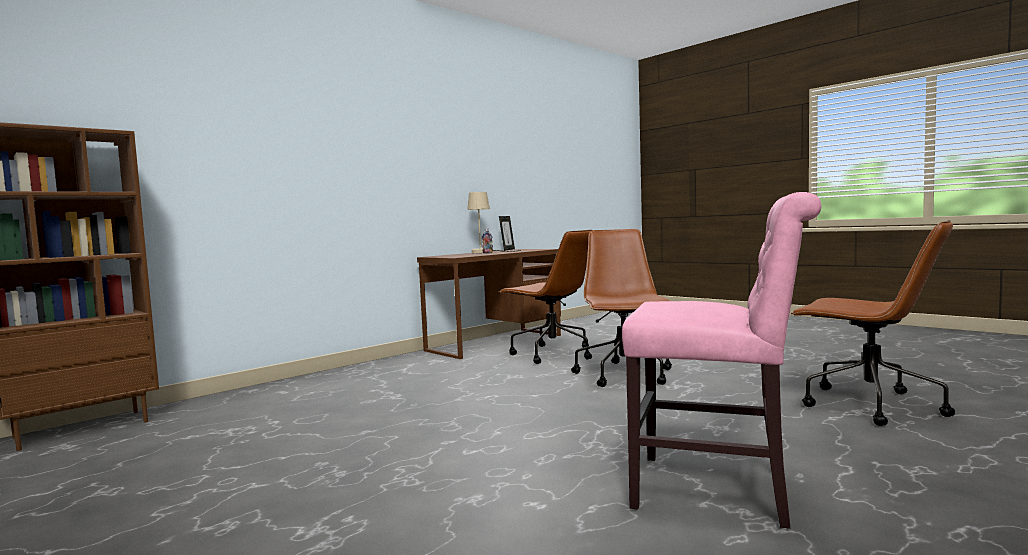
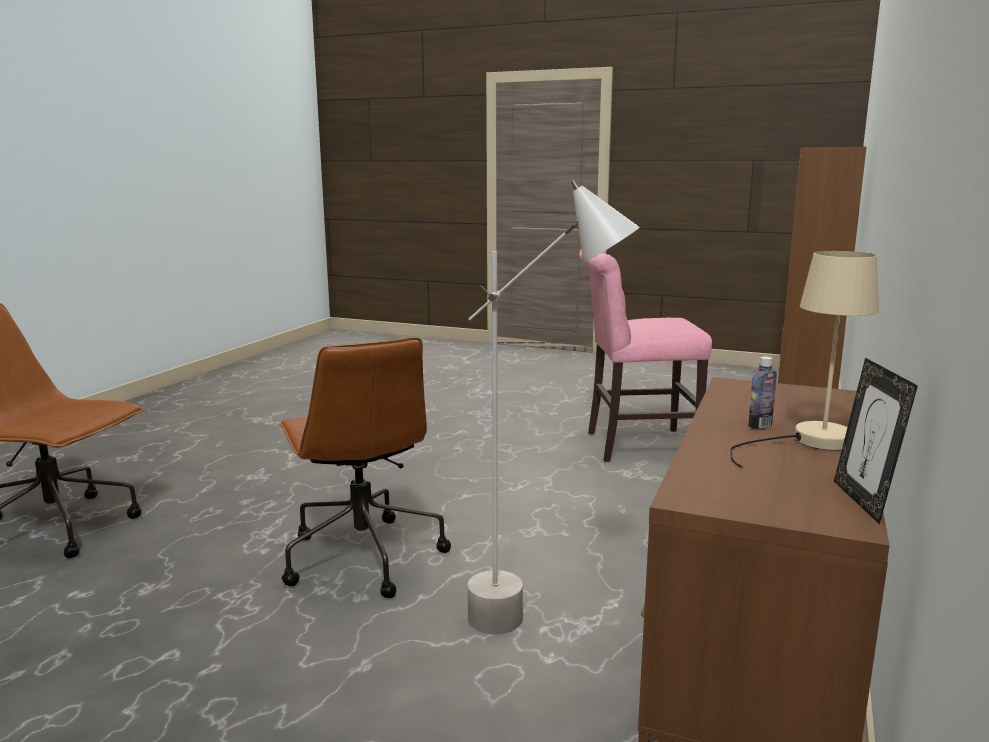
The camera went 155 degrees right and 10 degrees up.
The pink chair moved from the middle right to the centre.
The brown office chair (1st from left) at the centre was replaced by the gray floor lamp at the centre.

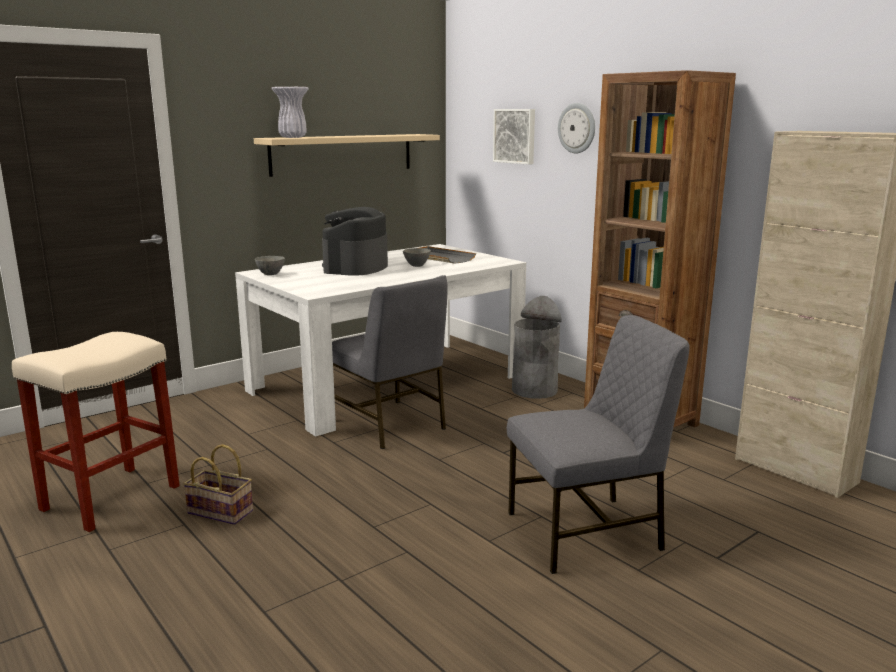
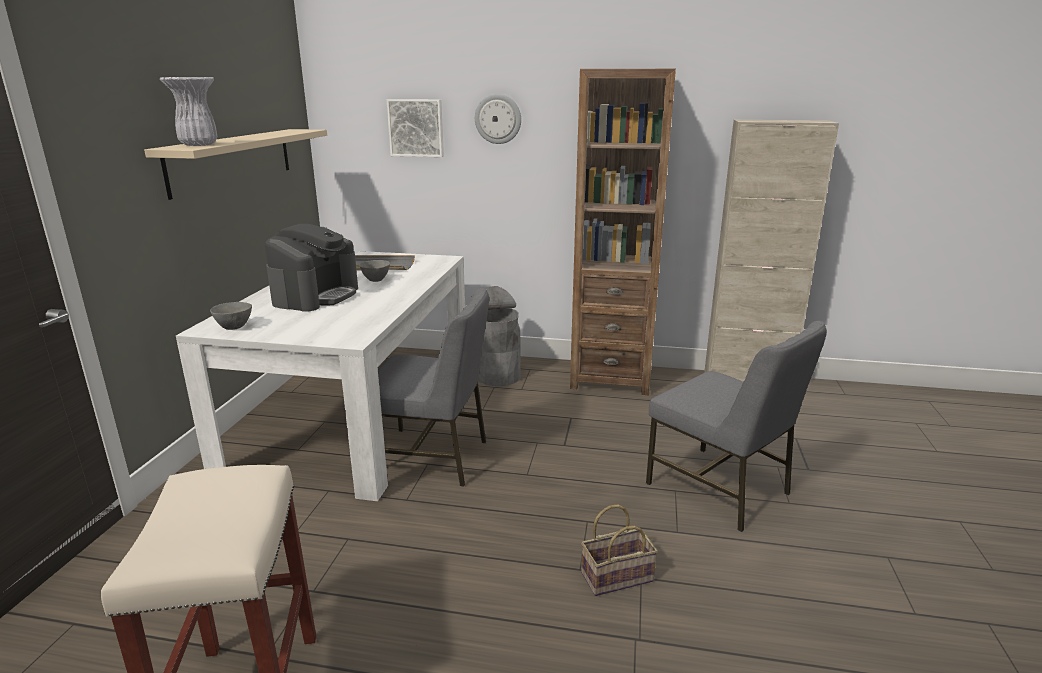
The camera went 40 degrees left and 5 degrees up.
The storage basket moved from the bottom left to the bottom centre.
The coffee machine at the centre turned 135 degrees counterclockwise.
The gray chair (2nd from left) at the middle right turned 105 degrees clockwise.

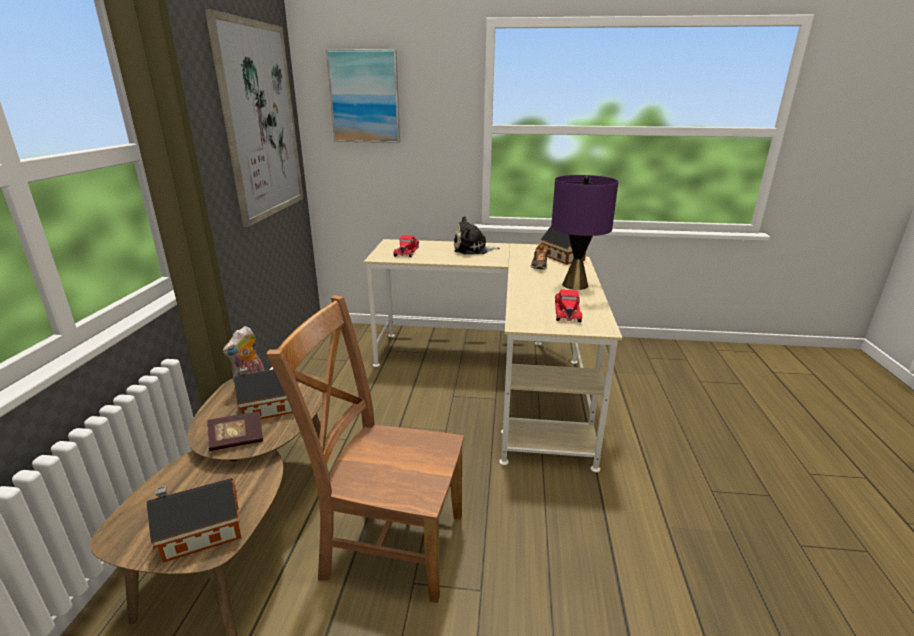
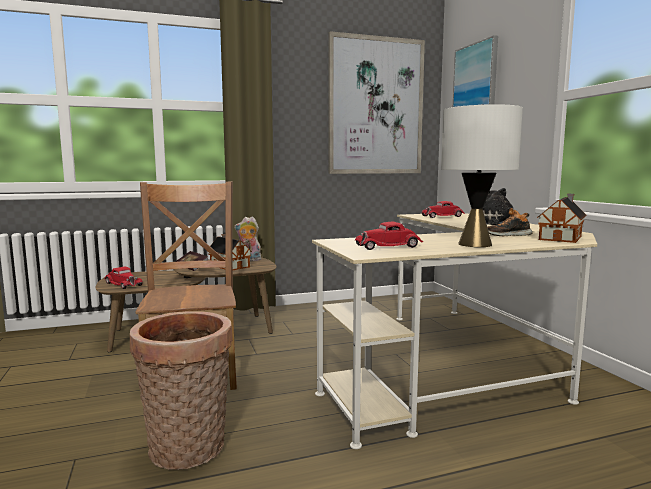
The camera went 65 degrees right and 15 degrees down.
The storage basket at the bottom left appeared.
The model house (1st from left) at the bottom left was replaced by the red-coloured toy car (1st from left) at the middle left.
The purple lamp for a table at the centre became the white lamp for a table at the middle right.

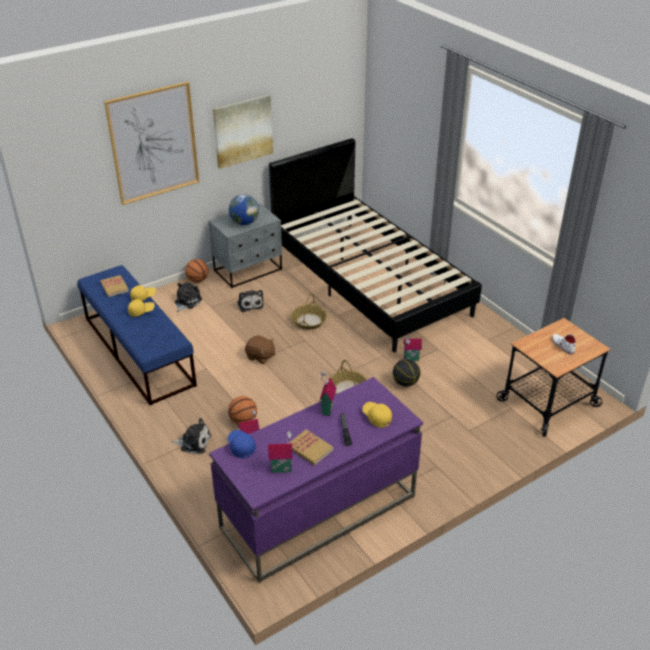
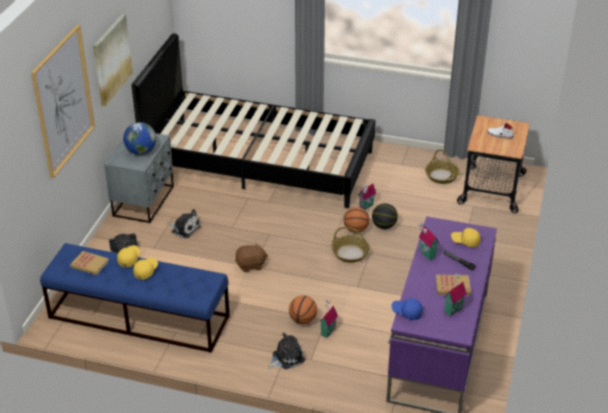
The camera went 40 degrees left and 0 degrees up.
The ball for basketball (1st from left in the first image) moved from the middle left to the centre.
The storage basket (1st from left in the first image) moved from the centre to the middle right.

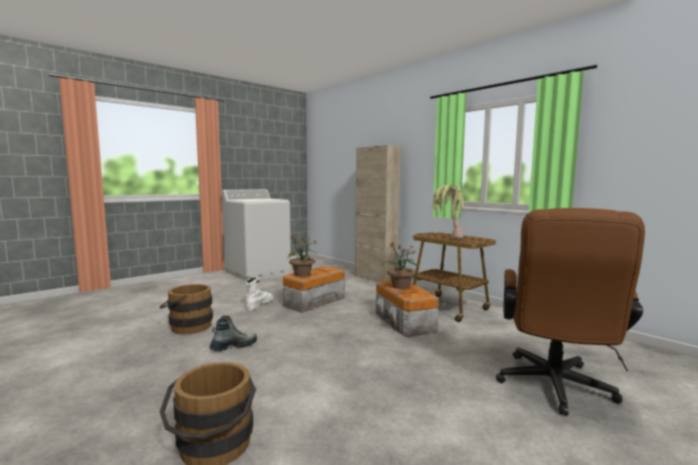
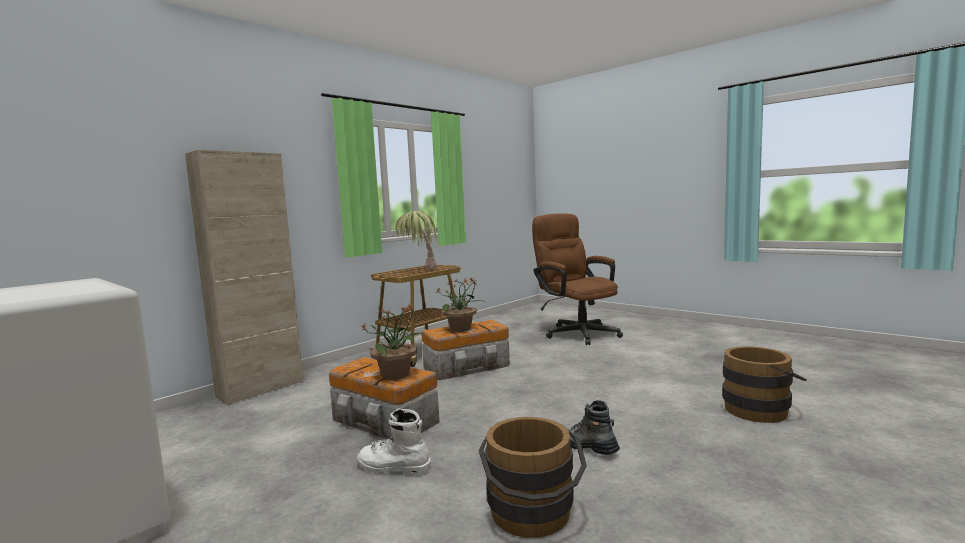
The camera went 95 degrees left and 0 degrees up.
The brown office chair at the bottom right turned 135 degrees counterclockwise.

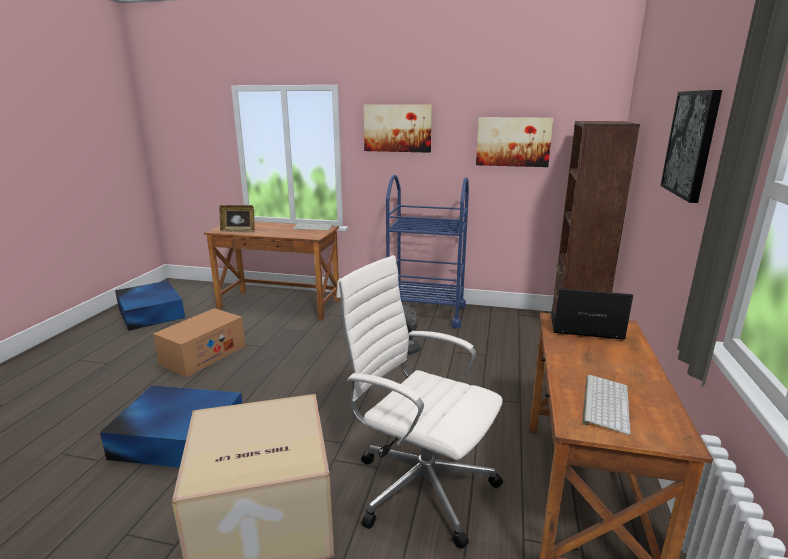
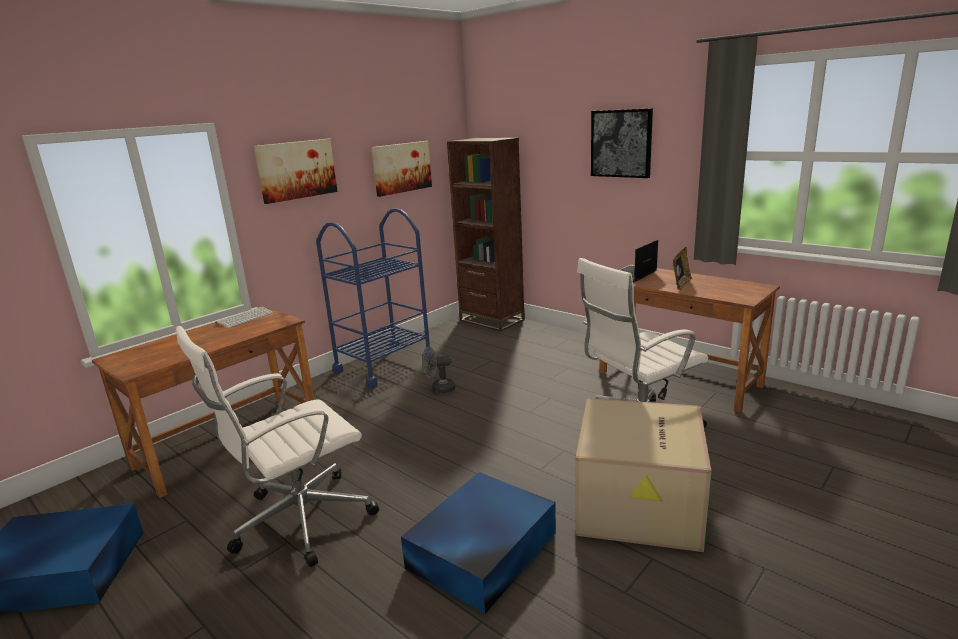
The camera went 60 degrees left and 0 degrees up.
The keyboard (2nd from left) at the bottom right disappeared.
The photo frame moved from the middle left to the middle right.
The packing box (1st from left) at the middle left was replaced by the white office chair (1st from left) at the bottom left.

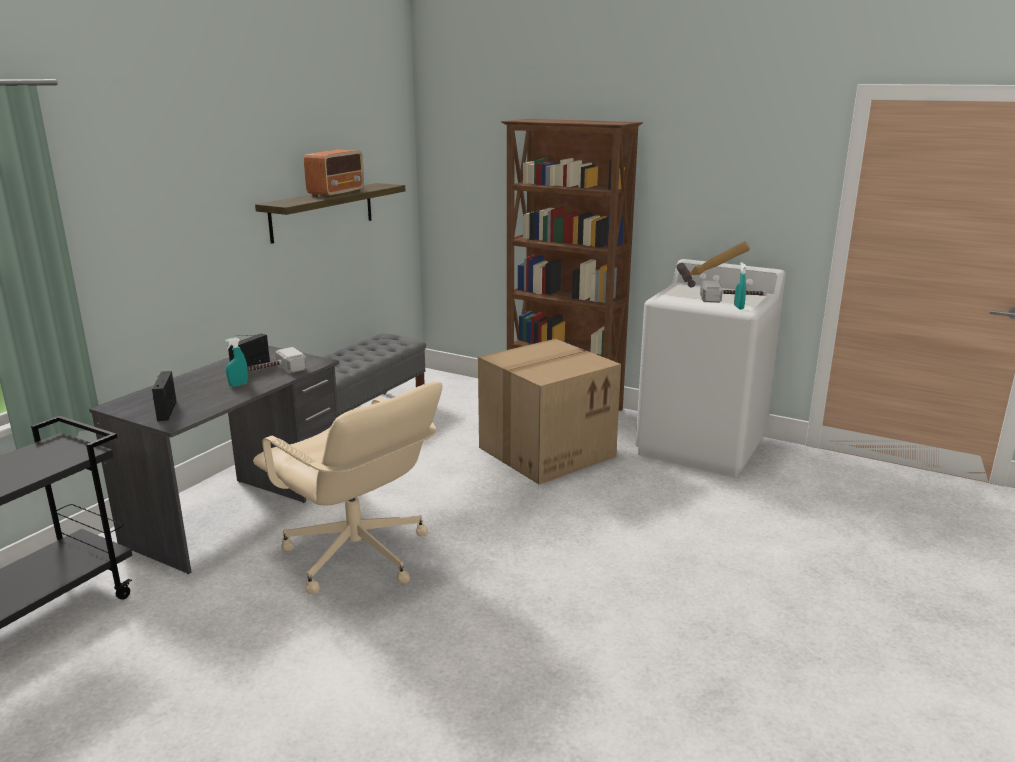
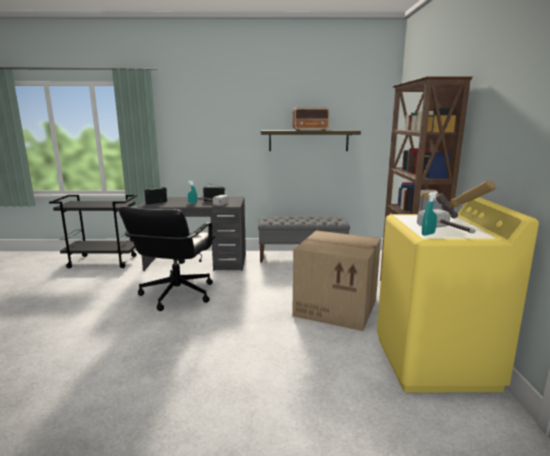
The camera went 60 degrees right and 5 degrees down.
The beige-coloured office chair at the centre became the black-coloured office chair at the middle left.
The white washing machine at the middle right became the yellowish washing machine at the middle right.

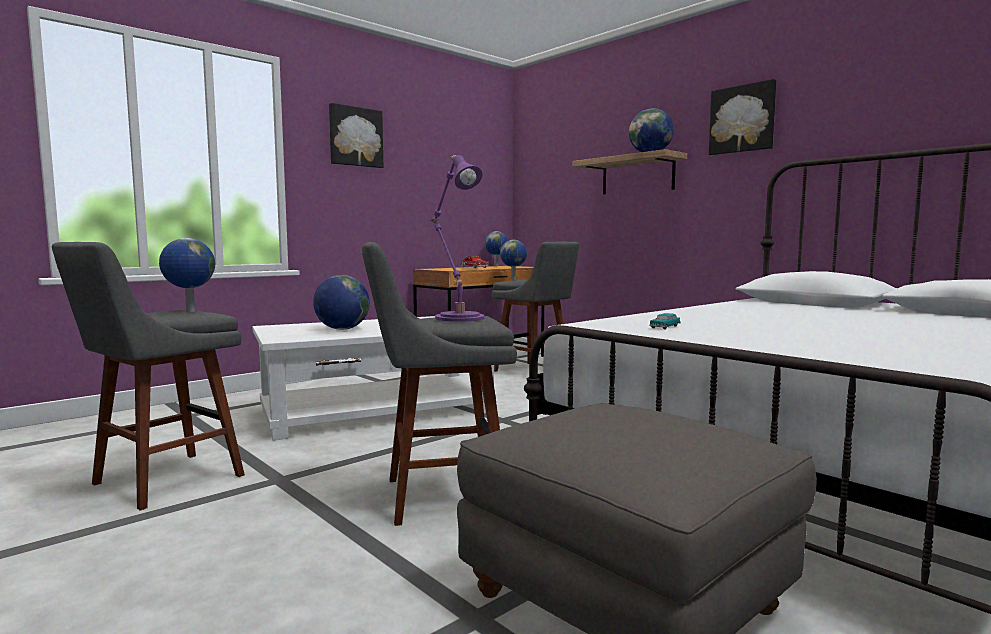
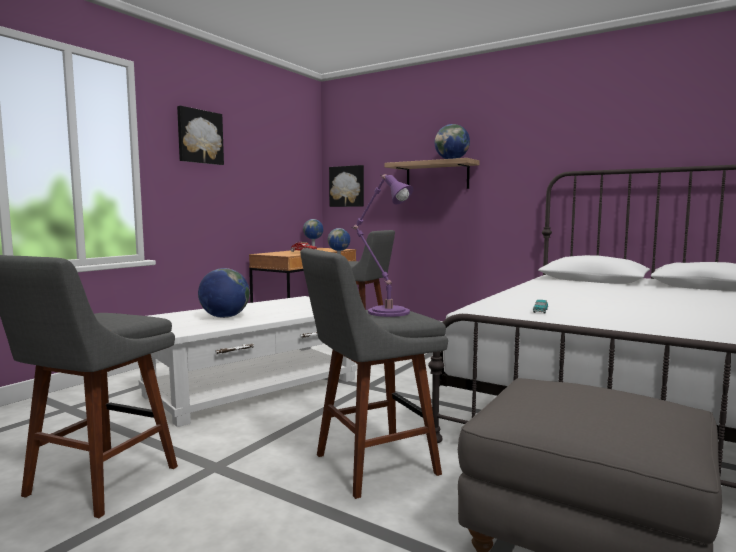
The camera went 15 degrees left and 0 degrees up.
The desk globe (1st from left) at the middle left disappeared.
The wall picture (2nd from left) moved from the top right to the centre.

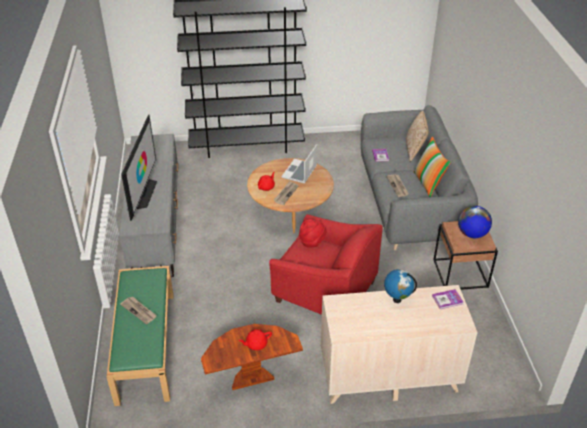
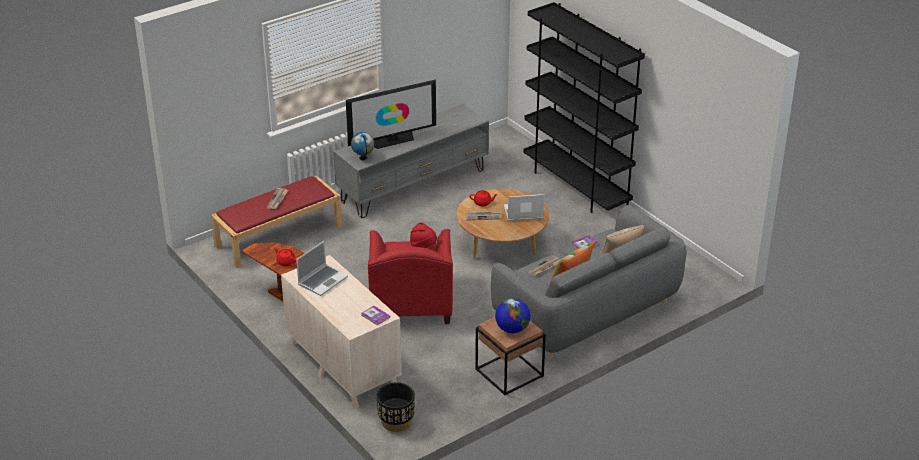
The camera went 60 degrees right and 5 degrees down.
The laptop (1st from left) at the centre appeared.
The black-coloured planter at the bottom centre appeared.
The desk globe (1st from left) moved from the bottom right to the top centre.
The green indoor bench at the bottom left became the red-coloured indoor bench at the middle left.

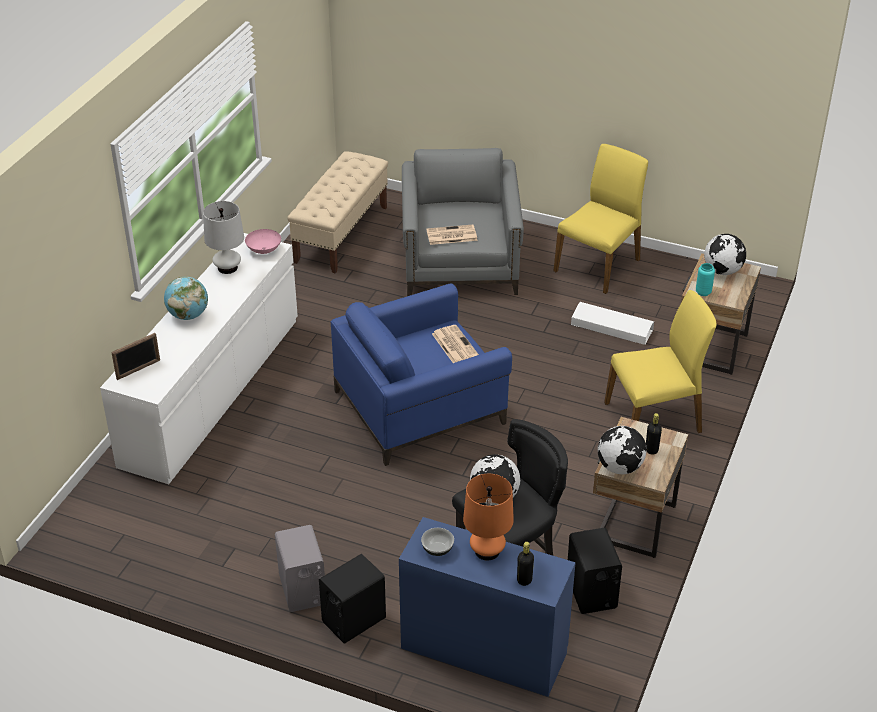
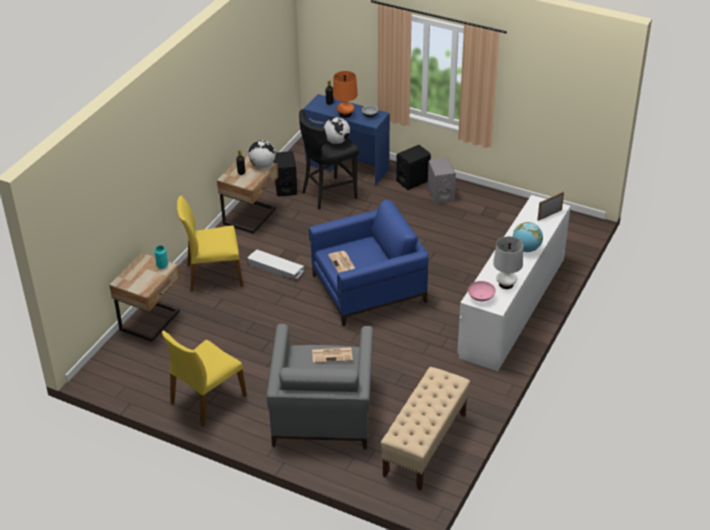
The camera went 175 degrees left and 0 degrees up.
The desk globe (4th from left) at the middle right disappeared.
The white storage bin moved from the middle right to the centre.

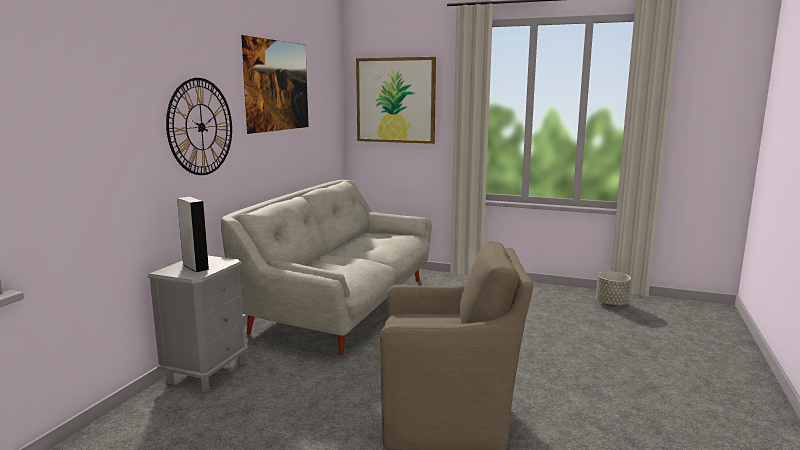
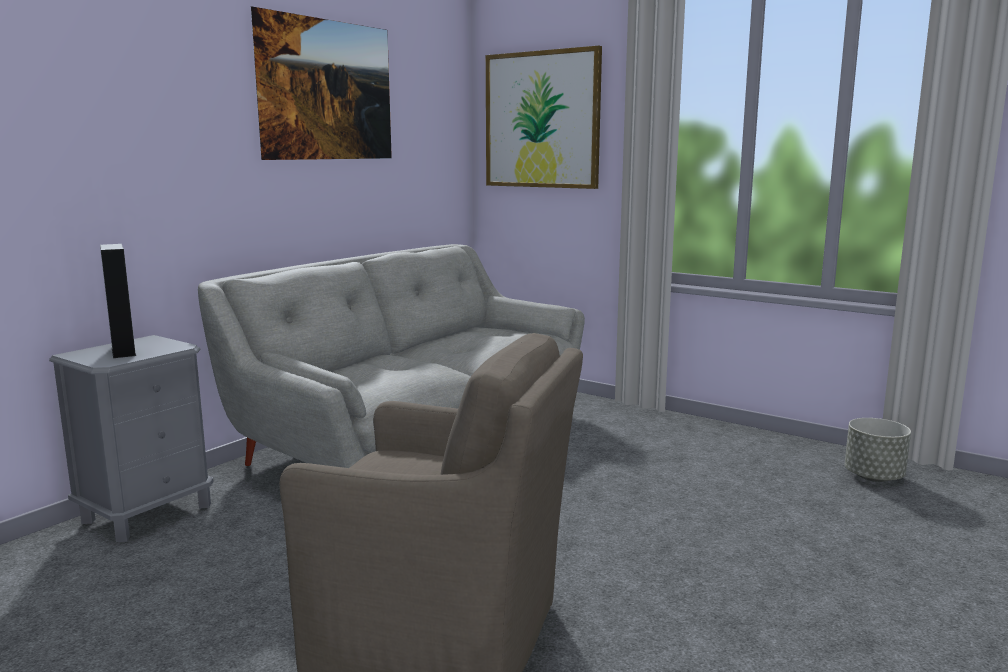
The camera went 15 degrees right and 0 degrees up.
The hanging clock at the top left disappeared.

